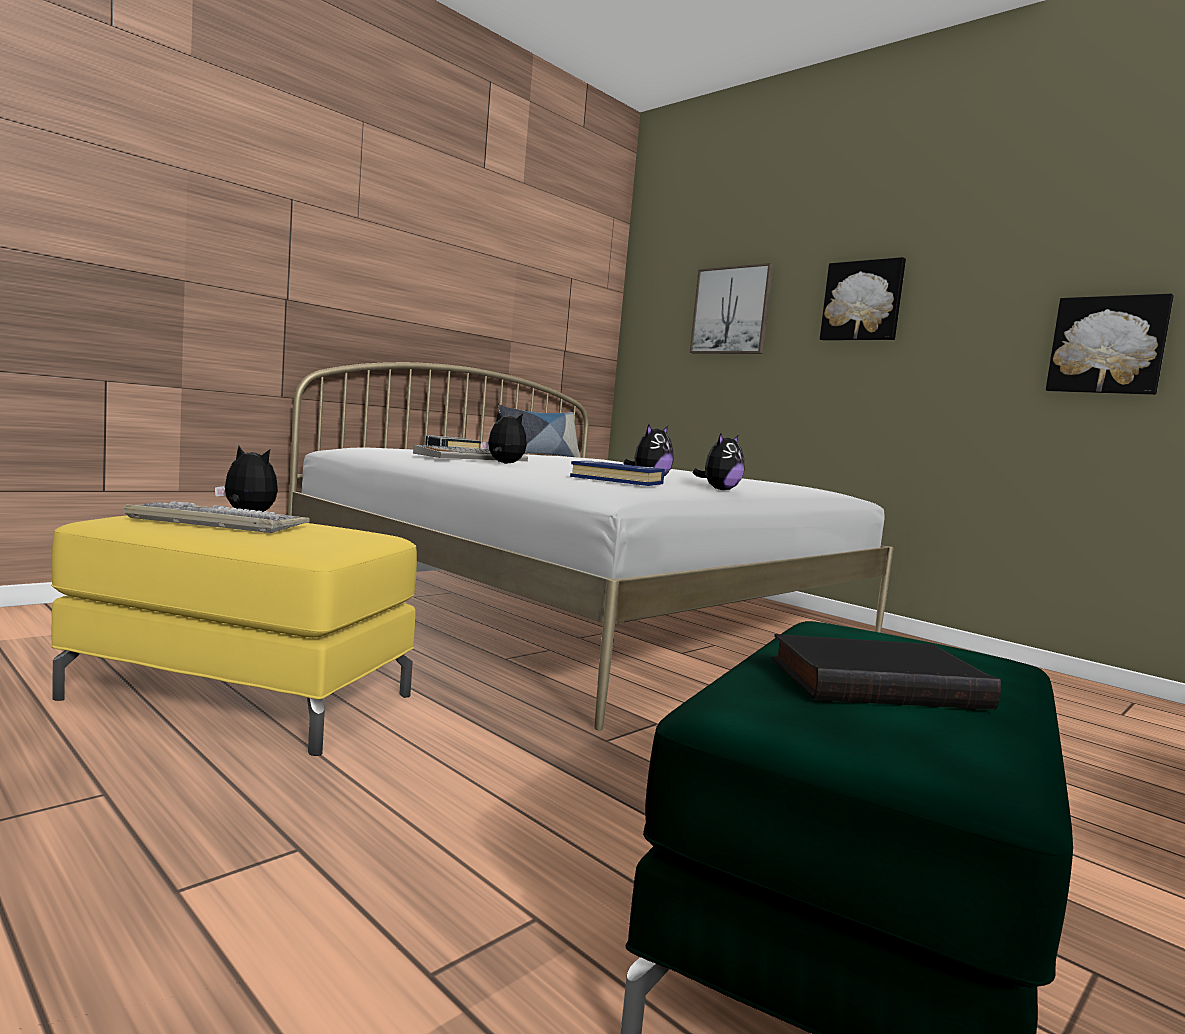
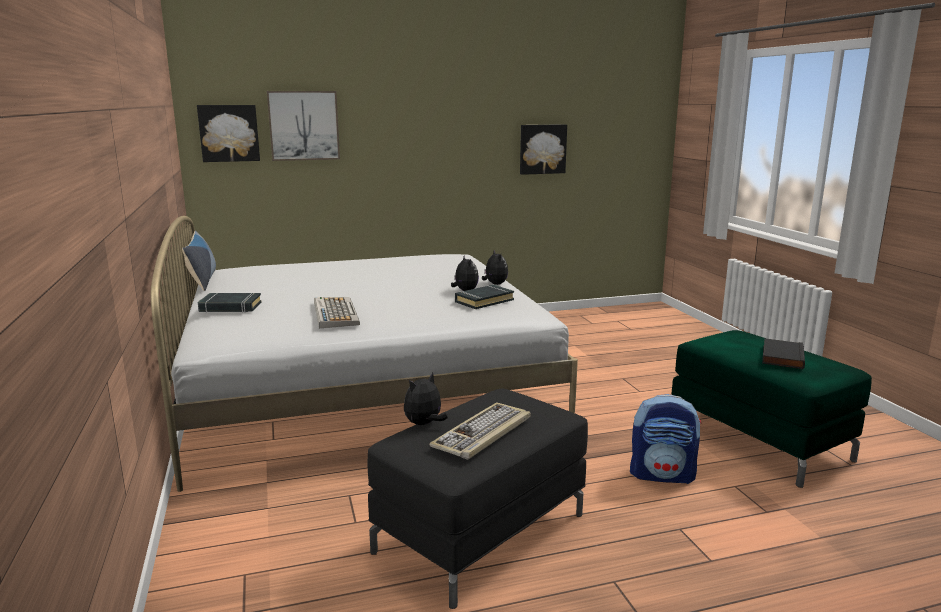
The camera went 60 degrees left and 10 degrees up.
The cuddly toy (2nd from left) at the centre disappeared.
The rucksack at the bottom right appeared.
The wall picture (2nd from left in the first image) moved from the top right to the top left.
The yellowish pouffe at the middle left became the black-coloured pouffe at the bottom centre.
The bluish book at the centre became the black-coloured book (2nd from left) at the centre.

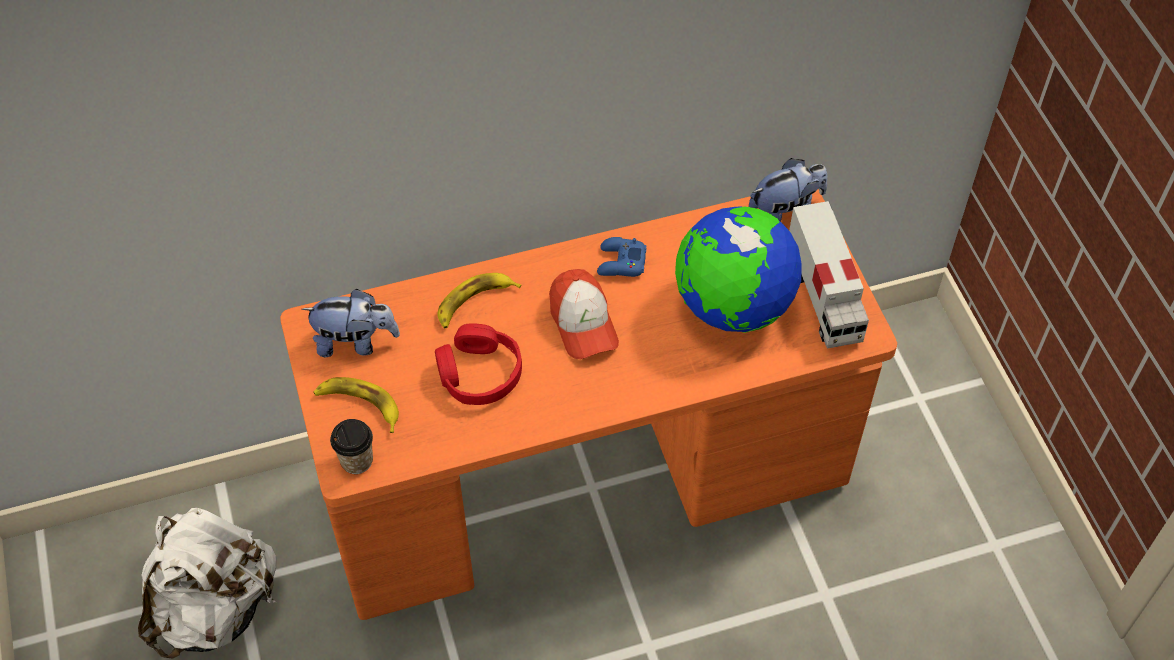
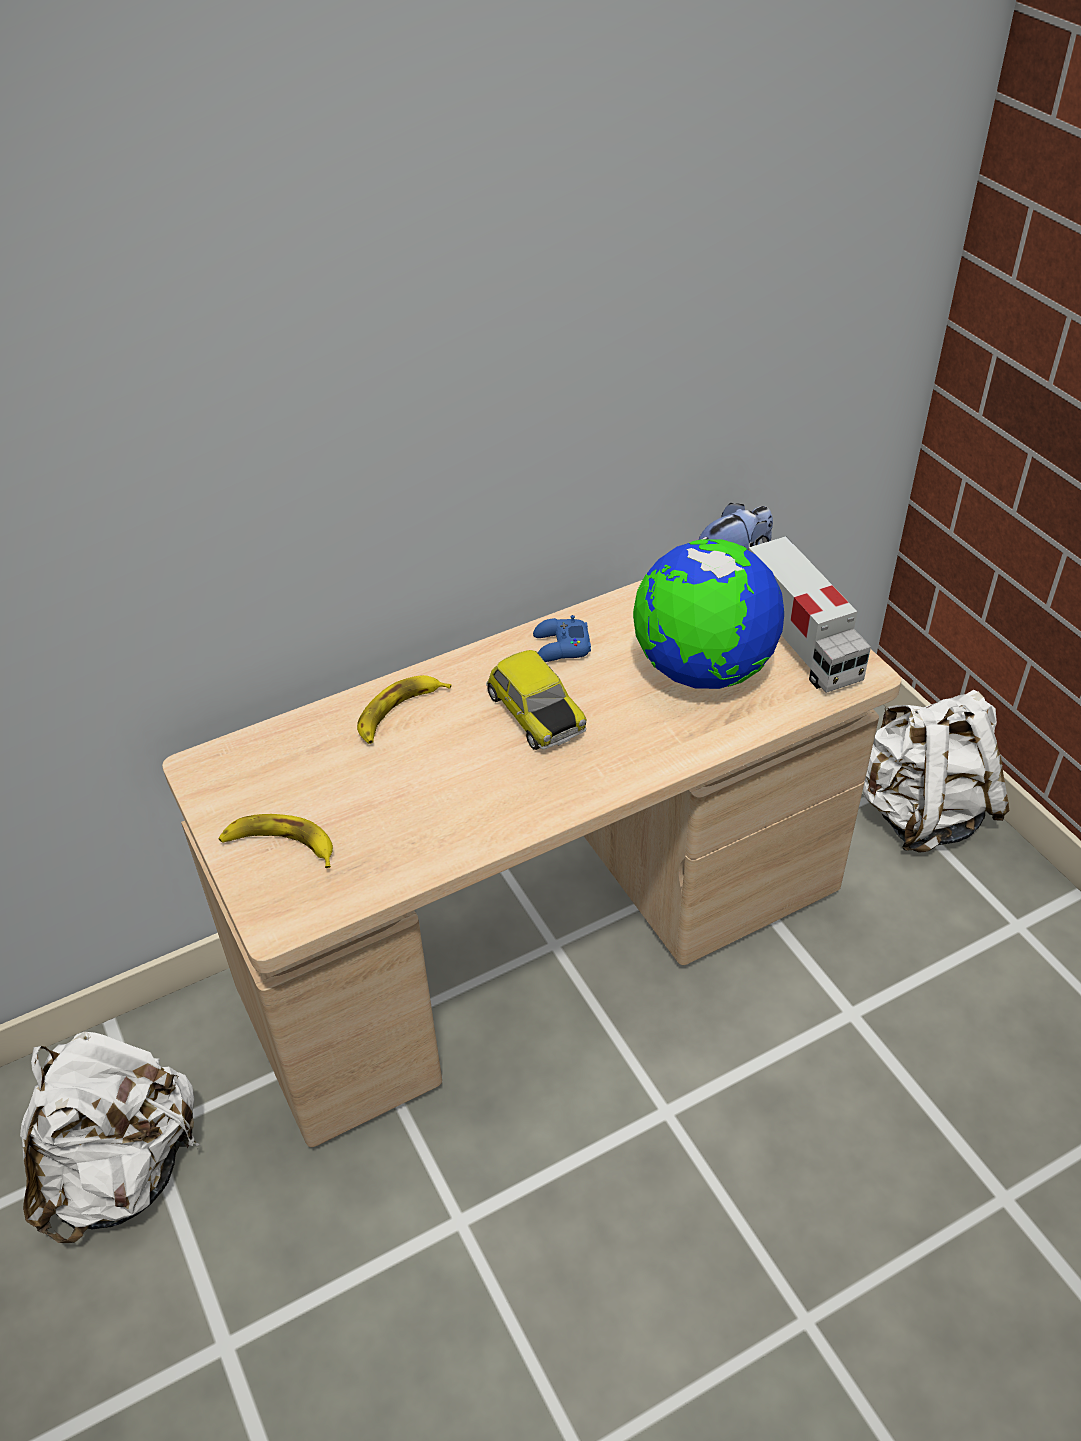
The camera went 10 degrees left and 10 degrees down.
The cuddly toy (1st from left) at the middle left disappeared.
The small cup at the bottom left disappeared.
The red-coloured headphones at the centre disappeared.
The white rucksack (2nd from left) at the middle right appeared.
The peaked cap at the centre was replaced by the toy car at the centre.
The orange-coloured desk table at the centre became the beige-coloured desk table at the centre.

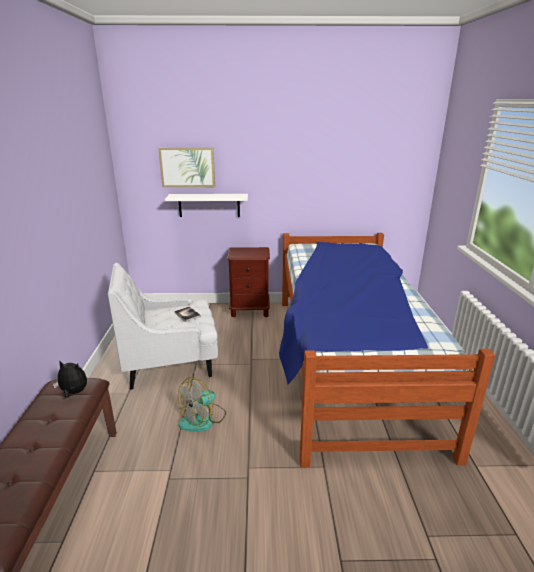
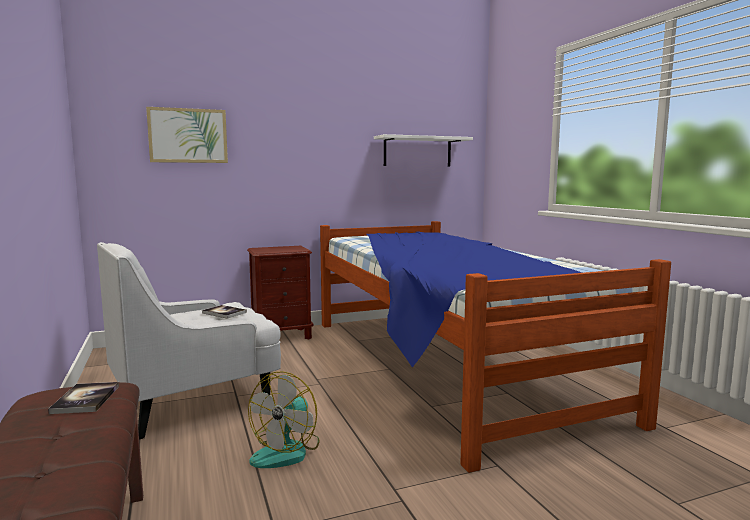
The camera went 20 degrees left and 15 degrees down.
The white bracket shelf moved from the centre to the top centre.
The cuddly toy at the middle left was replaced by the book (1st from left) at the bottom left.

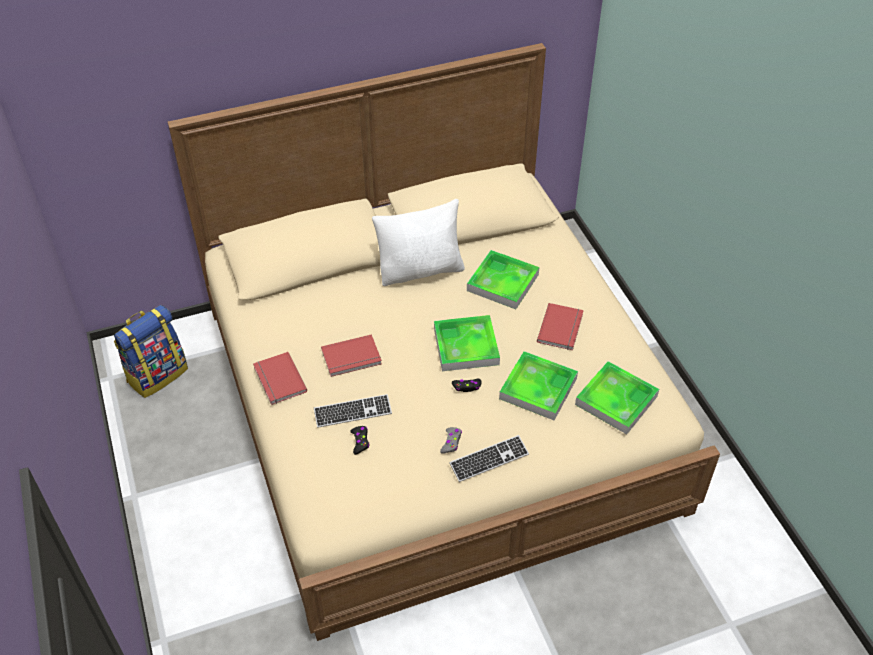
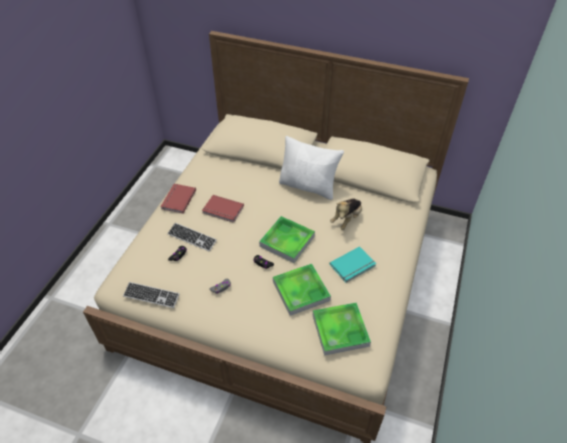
The camera went 40 degrees right and 0 degrees up.
The rucksack at the middle left disappeared.
The keyboard (2nd from left in the first image) moved from the bottom centre to the middle left.
The serving tray (2nd from left) at the centre was replaced by the cuddly toy at the centre.
The red-coloured book (3rd from left) at the centre became the blue-green book at the centre.

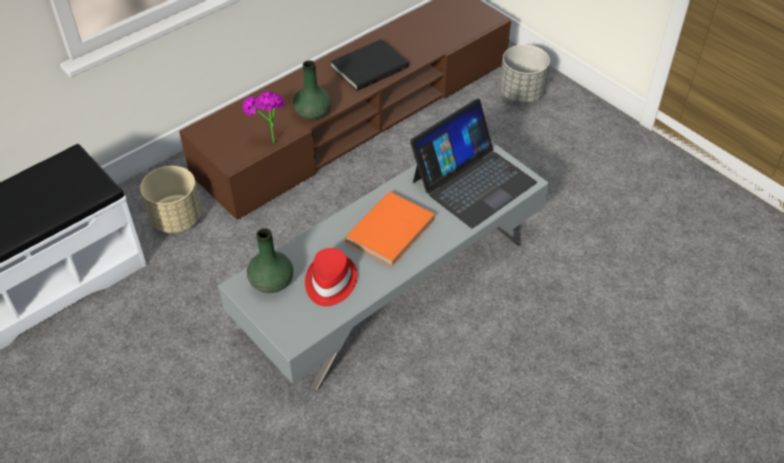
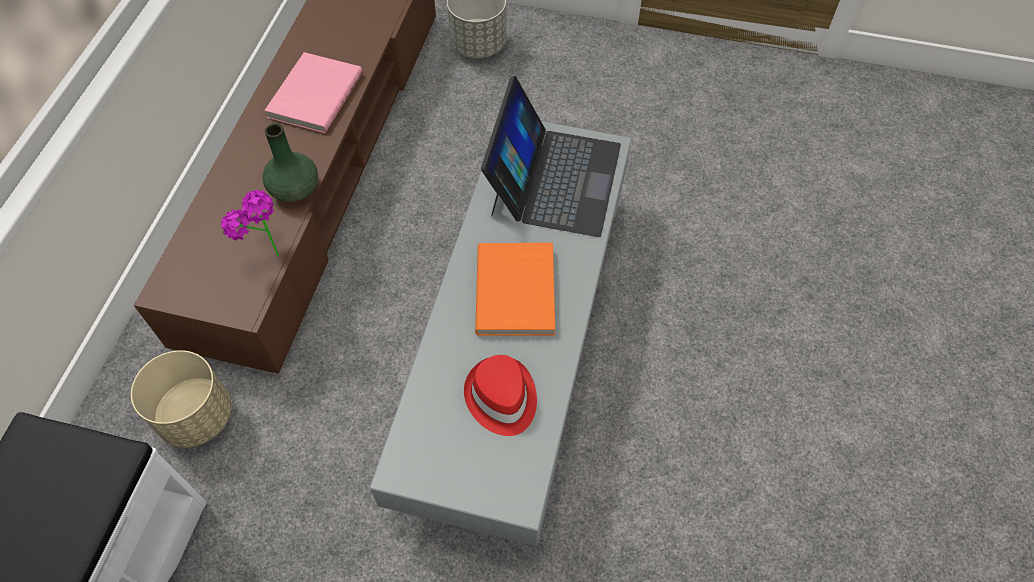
The camera went 35 degrees left and 10 degrees up.
The green decorative vase (1st from left) at the centre disappeared.
The black-coloured book at the top centre became the pink book at the top left.

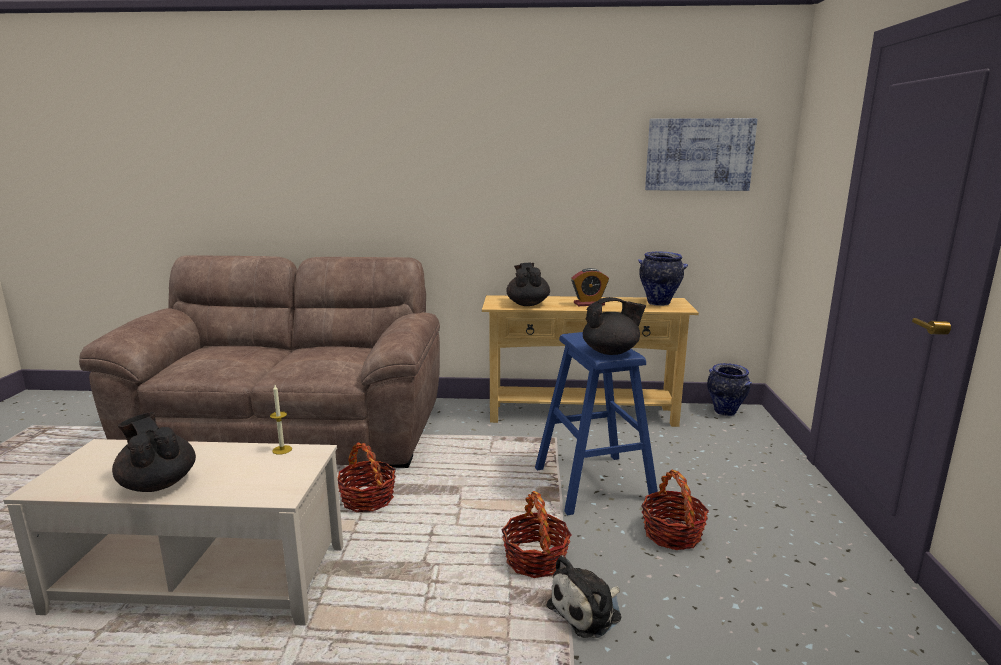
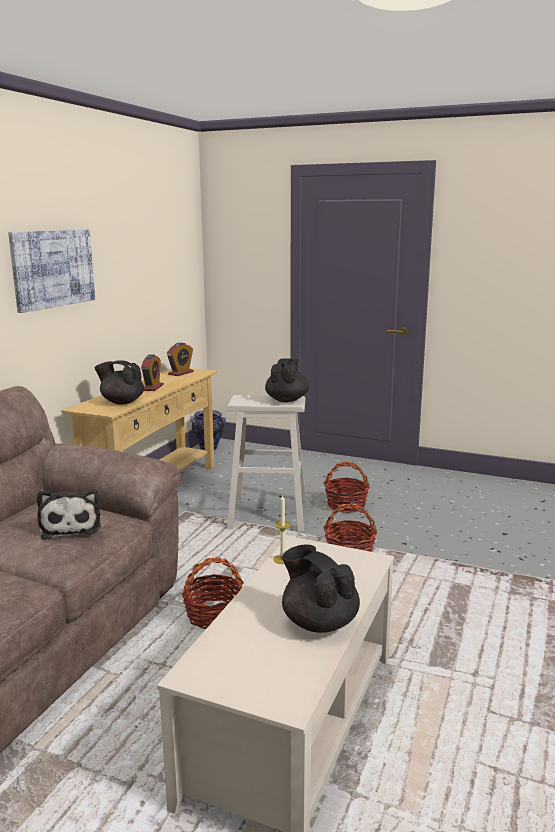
The camera went 70 degrees left and 0 degrees up.
The cuddly toy moved from the bottom centre to the middle left.
The wall picture moved from the top right to the top left.
The decorative vase (1st from left) at the centre was replaced by the table clock (2nd from left) at the middle left.
The bluish sitting stool at the centre became the beige-coloured sitting stool at the centre.
The black-coloured teapot (1st from left in the first image) at the bottom left turned 75 degrees clockwise.

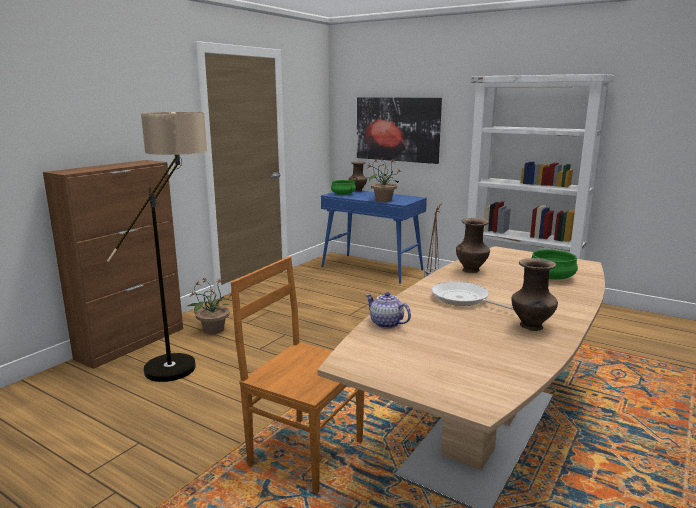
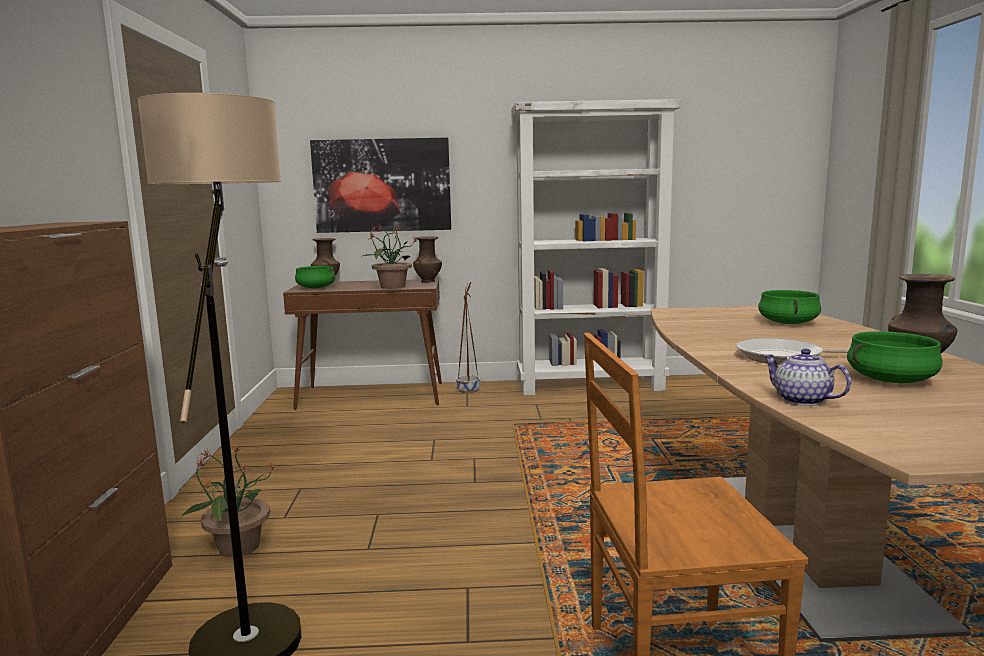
The camera went 35 degrees left and 5 degrees down.
The green saucepot (3rd from left) at the middle right appeared.
The brown decorative vase (2nd from left) moved from the middle right to the centre.
The bluish hall table at the centre became the brown hall table at the centre.
The teapot at the centre turned 45 degrees clockwise.

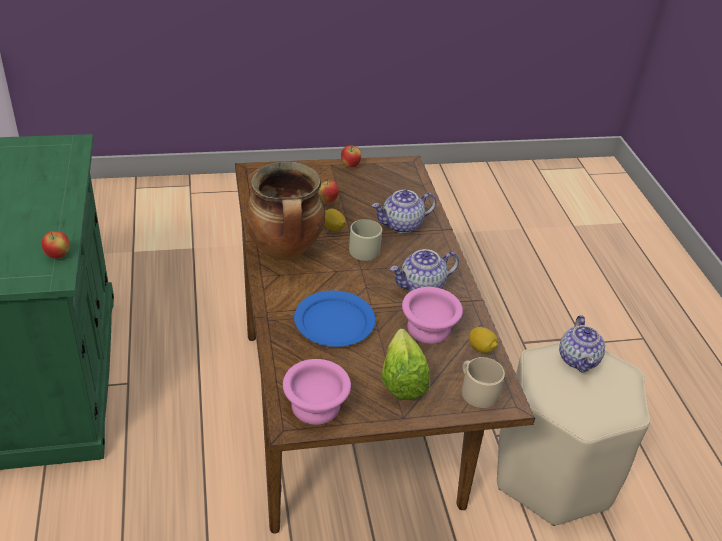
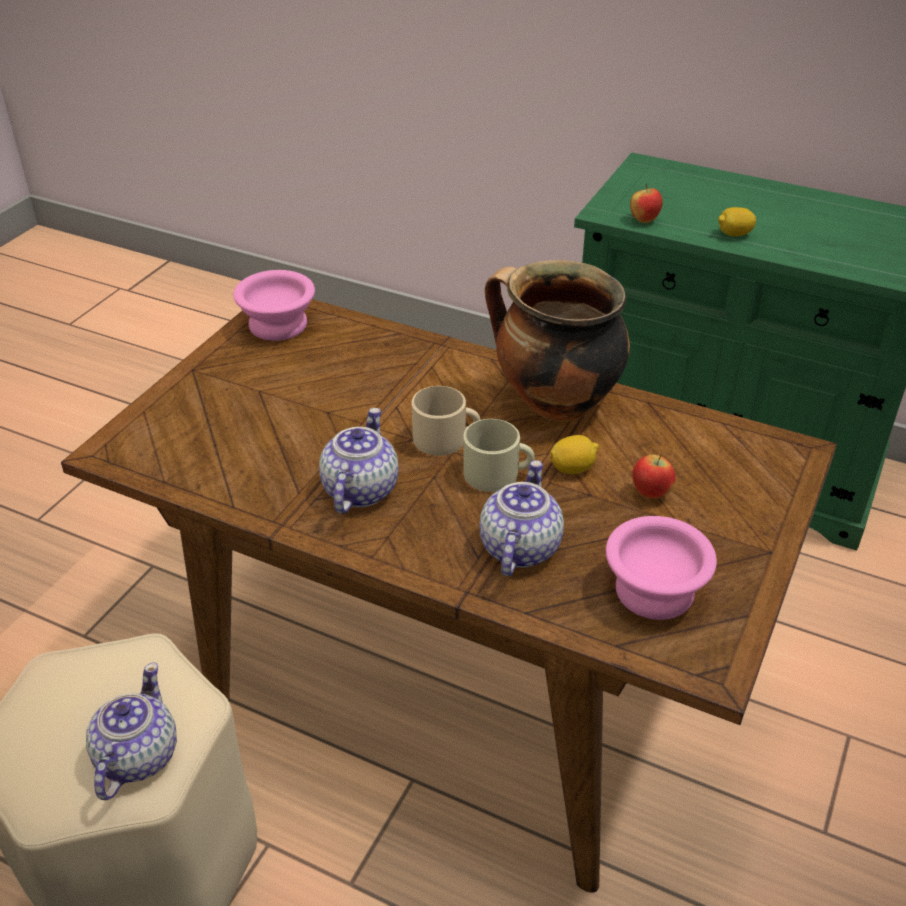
The camera went 130 degrees right and 0 degrees up.
The bluish plate at the centre disappeared.
The apple fruit (3rd from left) at the top centre disappeared.
The lettuce at the bottom centre disappeared.
The pink bowl (2nd from left) moved from the centre to the middle right.
The beige-coloured coffee mug (2nd from left in the first image) moved from the bottom right to the centre.
The lemon (2nd from left) moved from the middle right to the top right.
The teapot (3rd from left in the first image) at the middle right turned 60 degrees clockwise.

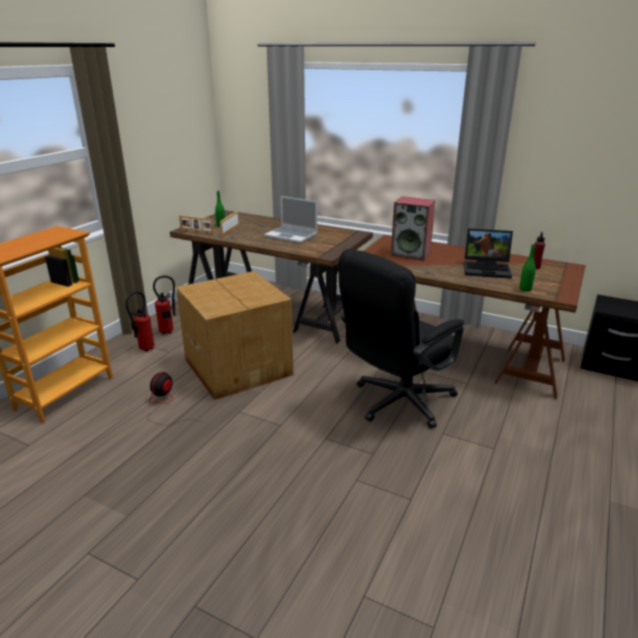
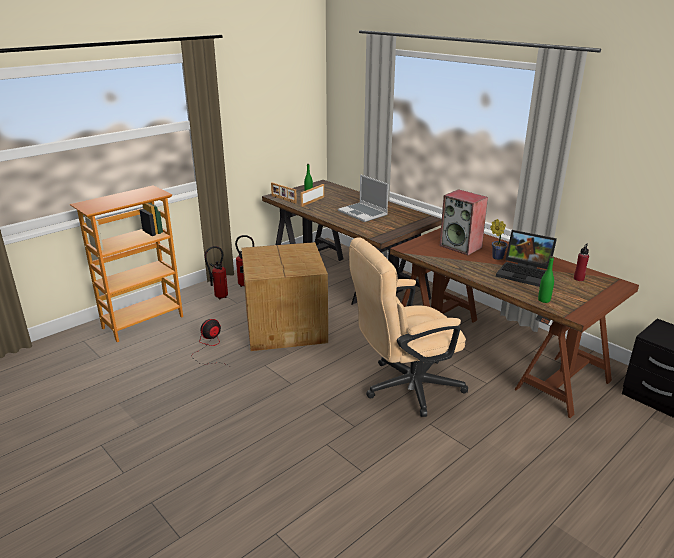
The camera went 20 degrees right and 0 degrees up.
The plant in a pot at the middle right appeared.
The black-coloured office chair at the centre became the beige-coloured office chair at the centre.

